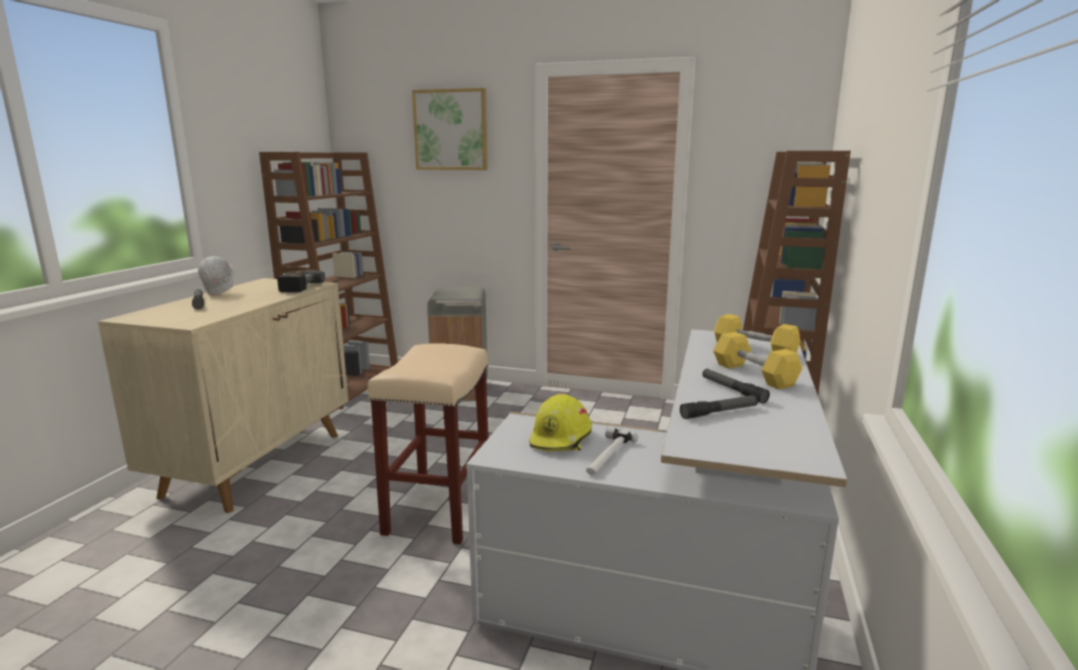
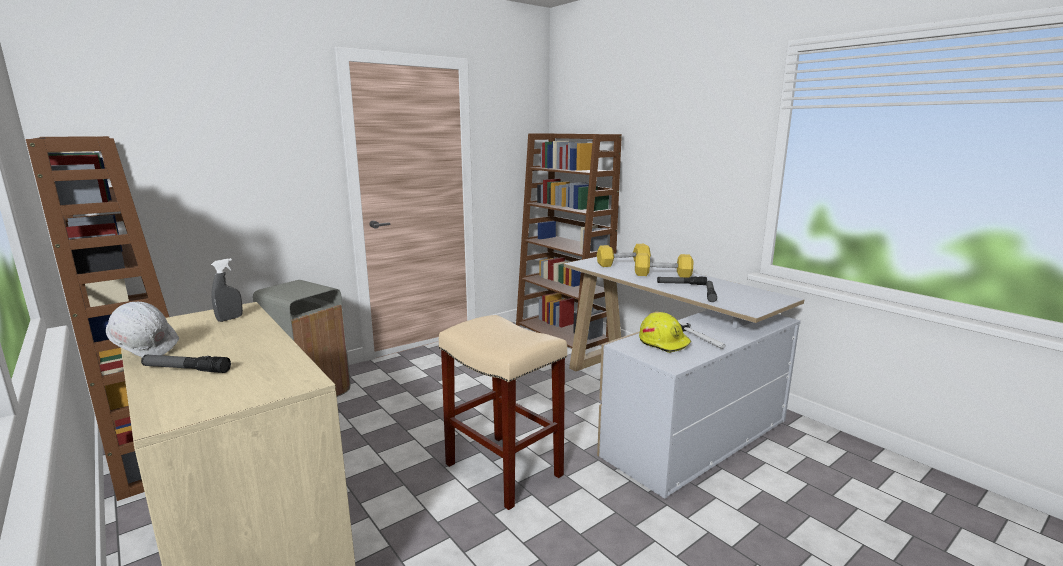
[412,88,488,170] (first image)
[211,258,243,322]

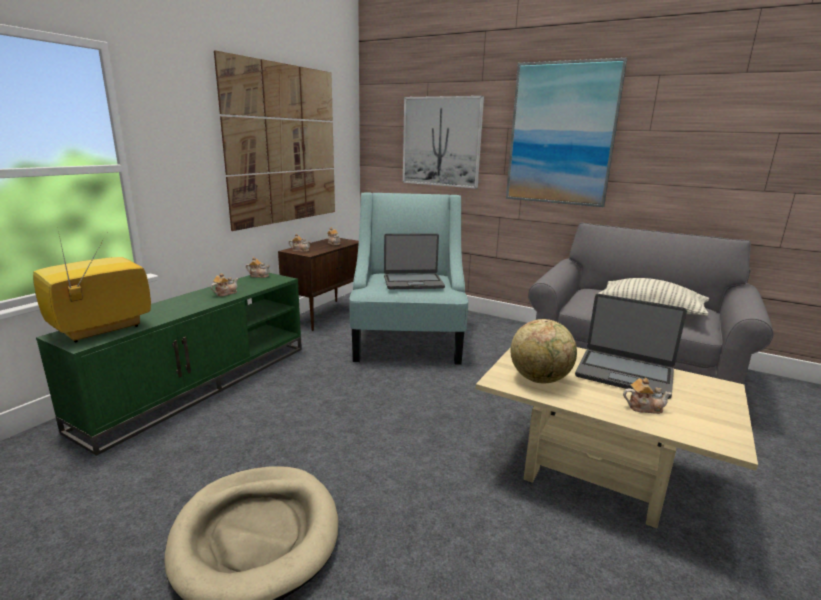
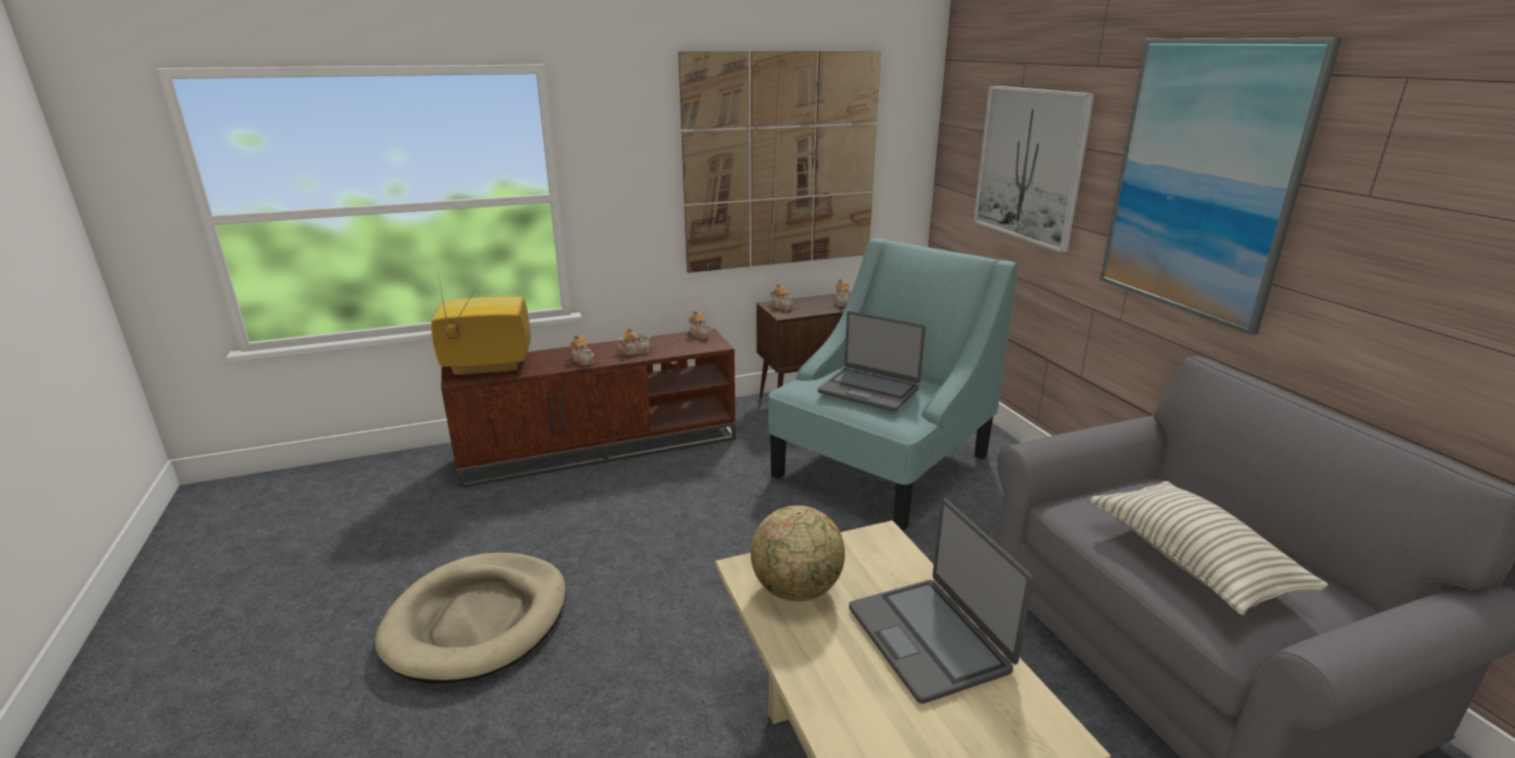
[571,334,594,365]
[441,328,736,488]

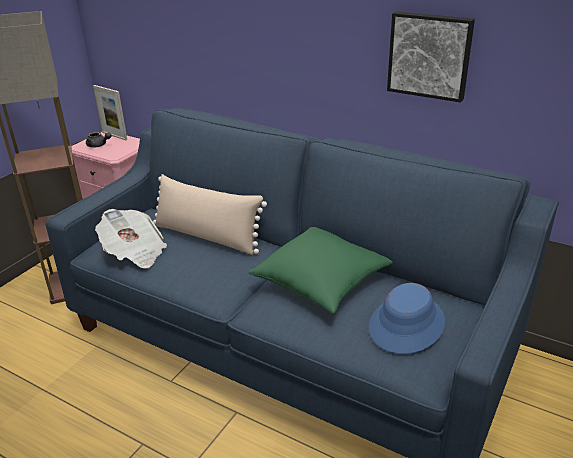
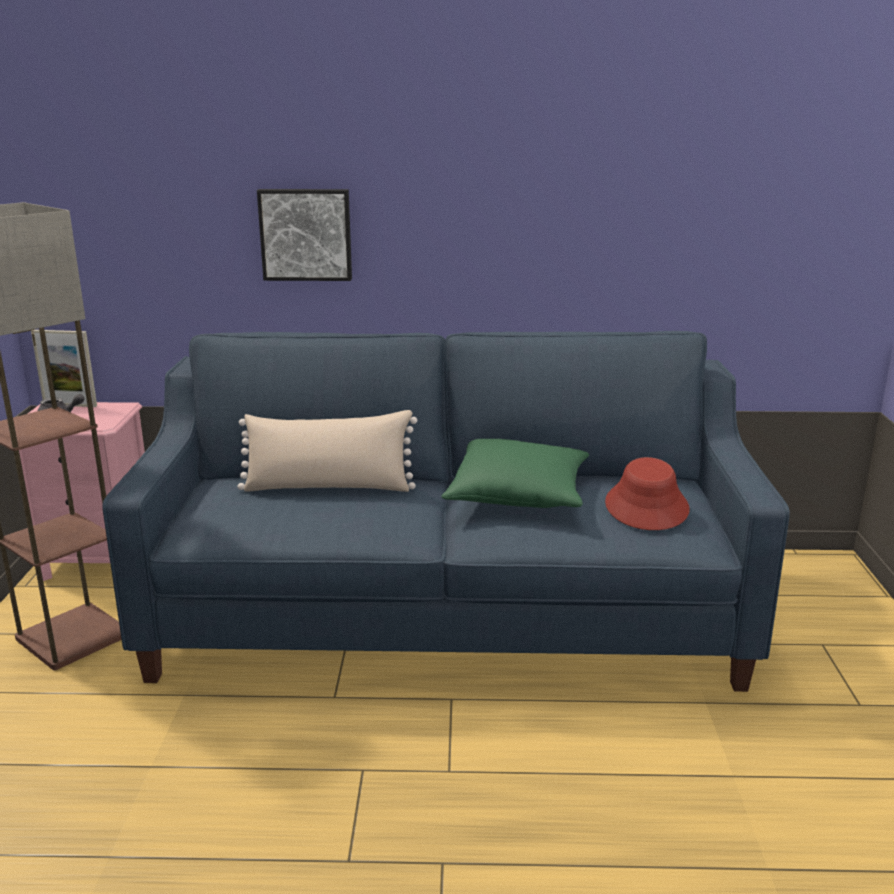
[95,209,167,269] (first image)
[257,189,352,281]
[605,457,689,530]

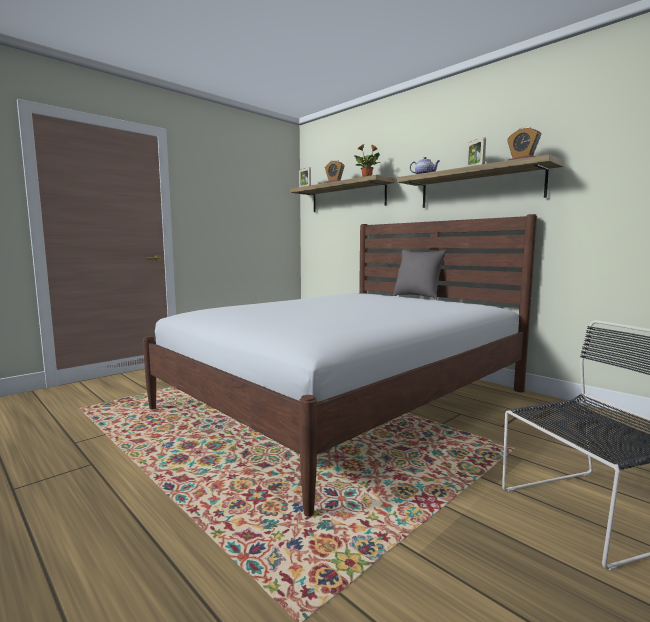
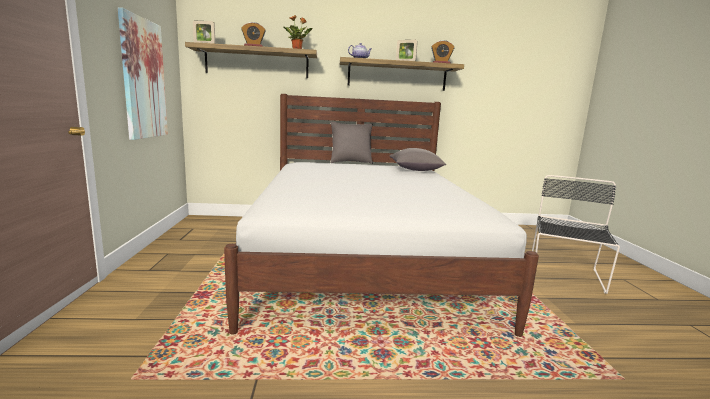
[118,7,168,140]
[390,148,446,171]

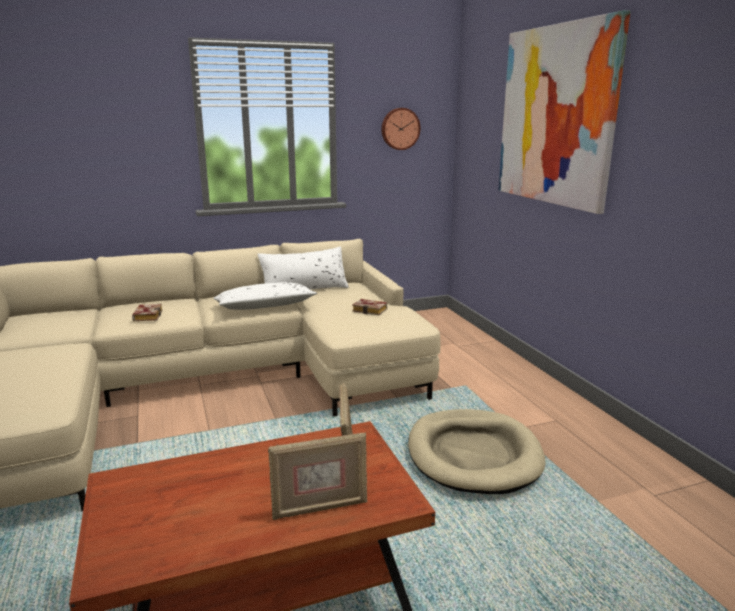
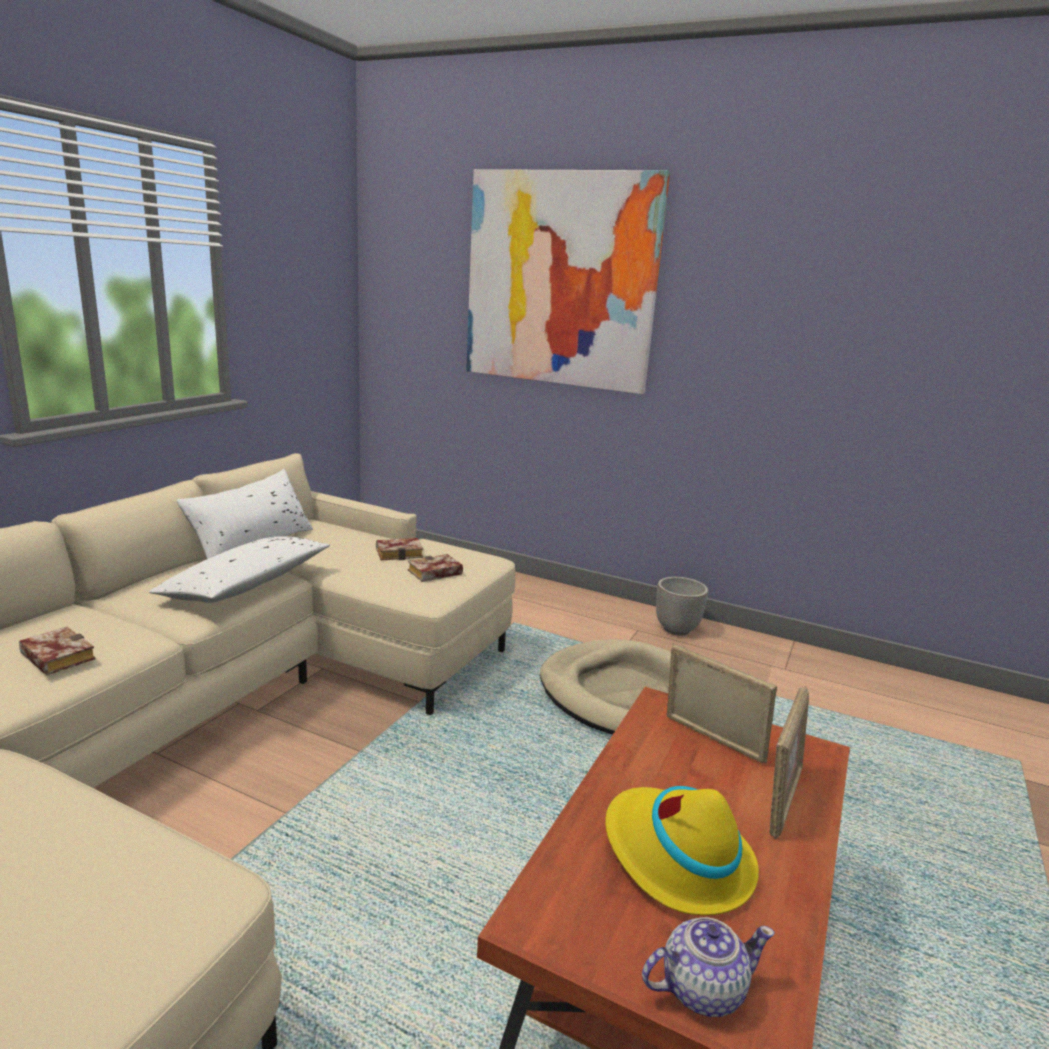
[382,108,421,150] (first image)
[408,554,463,582]
[605,786,759,915]
[642,917,775,1017]
[656,577,708,635]

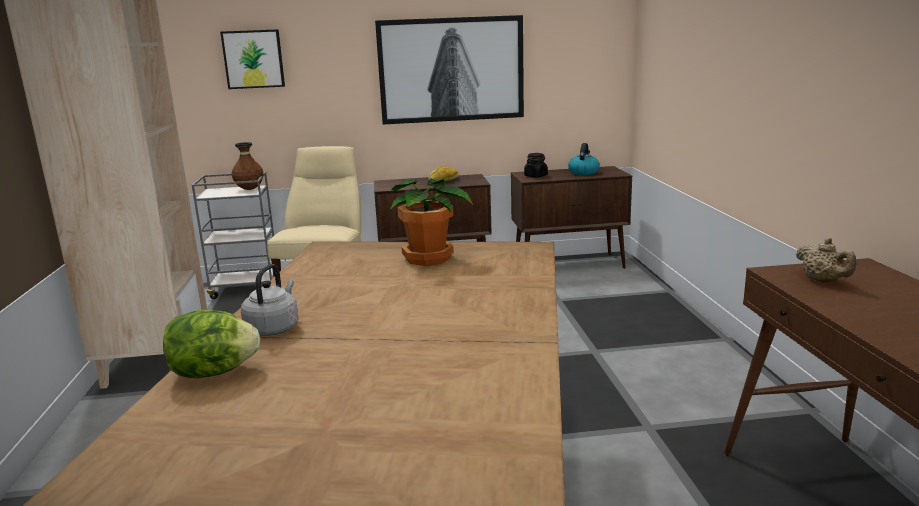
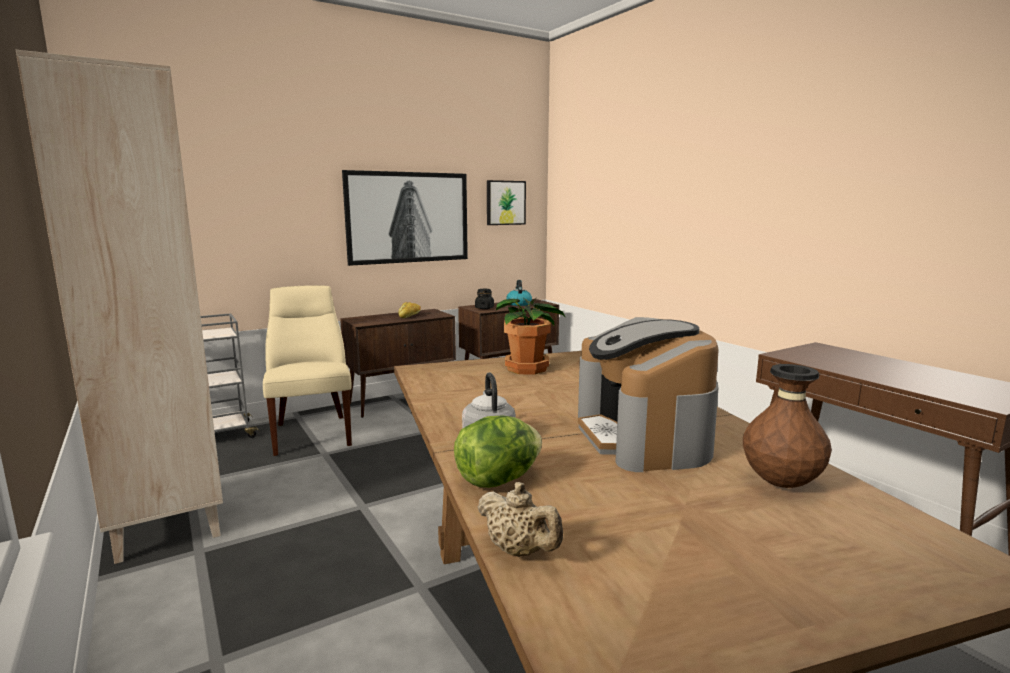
[578,317,719,472]
[487,180,526,225]
[743,364,832,488]
[477,482,563,557]

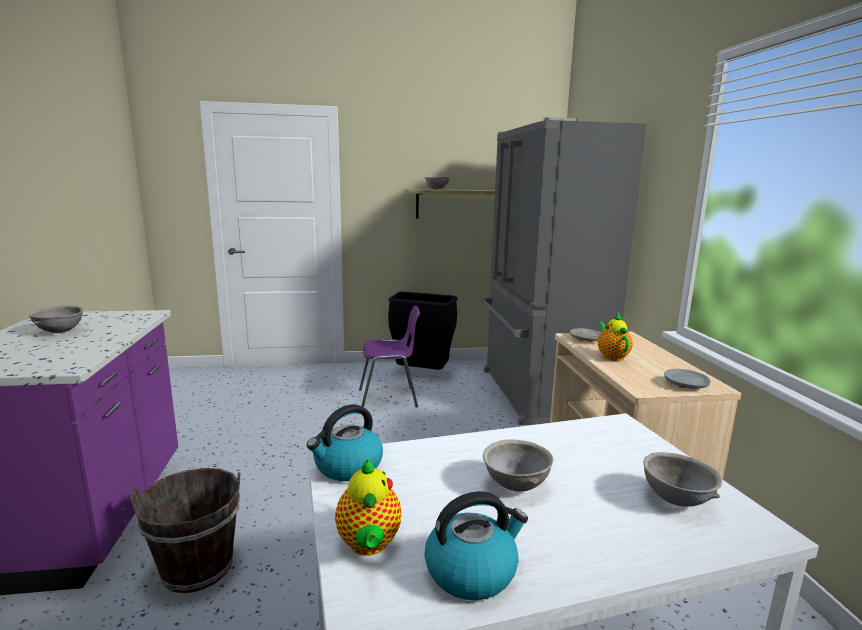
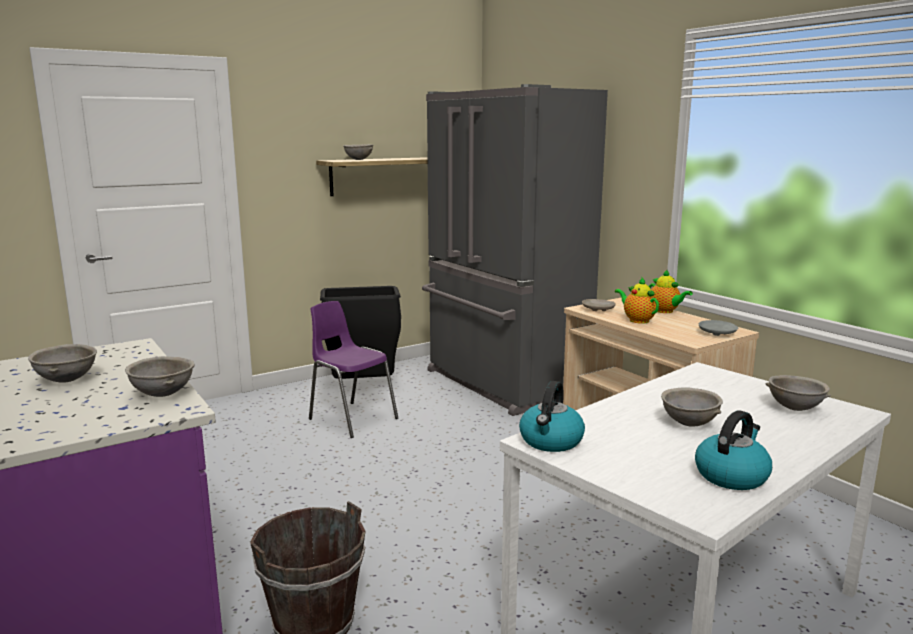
[125,356,195,397]
[649,269,693,313]
[309,301,398,438]

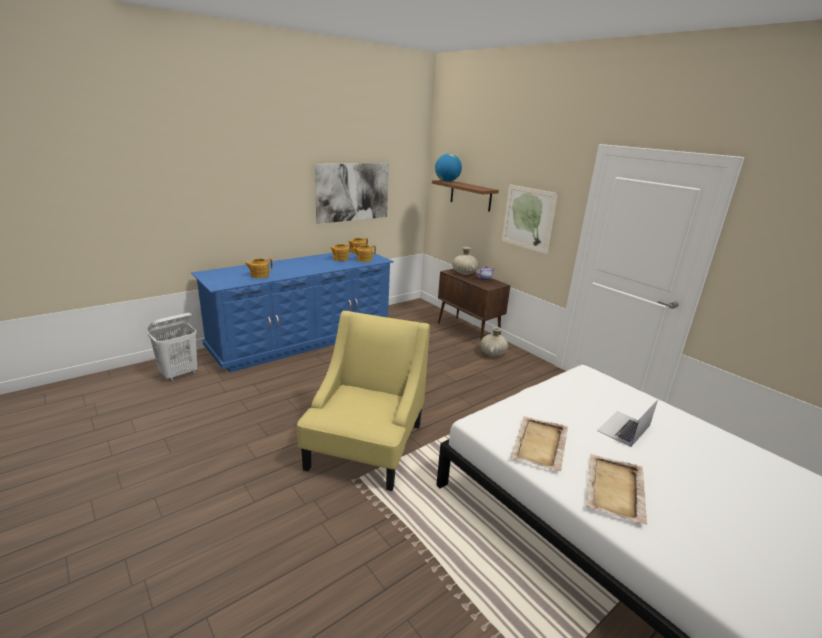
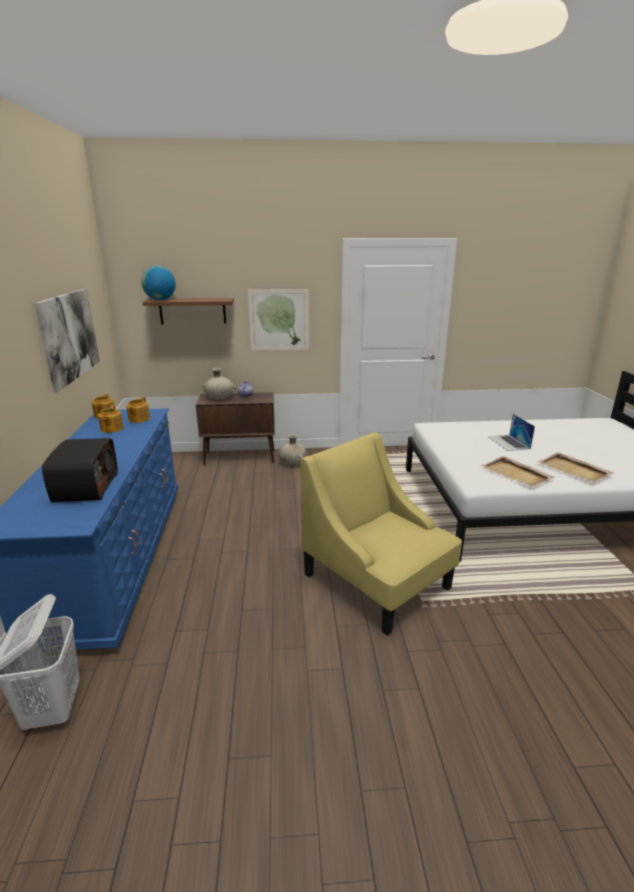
[42,438,118,502]

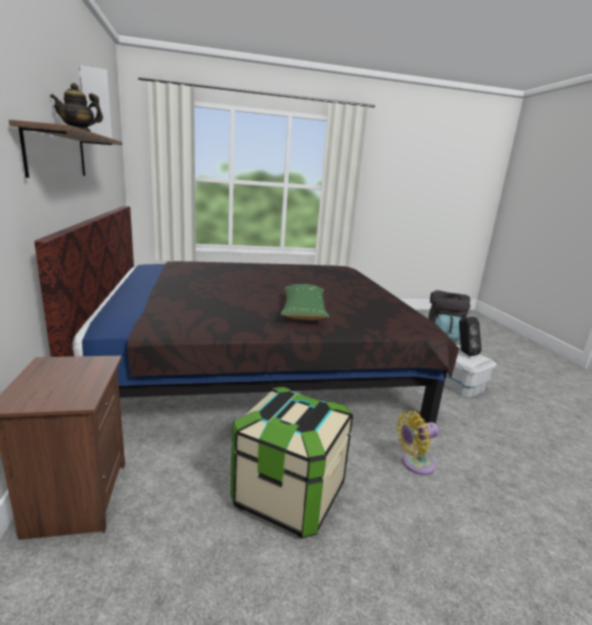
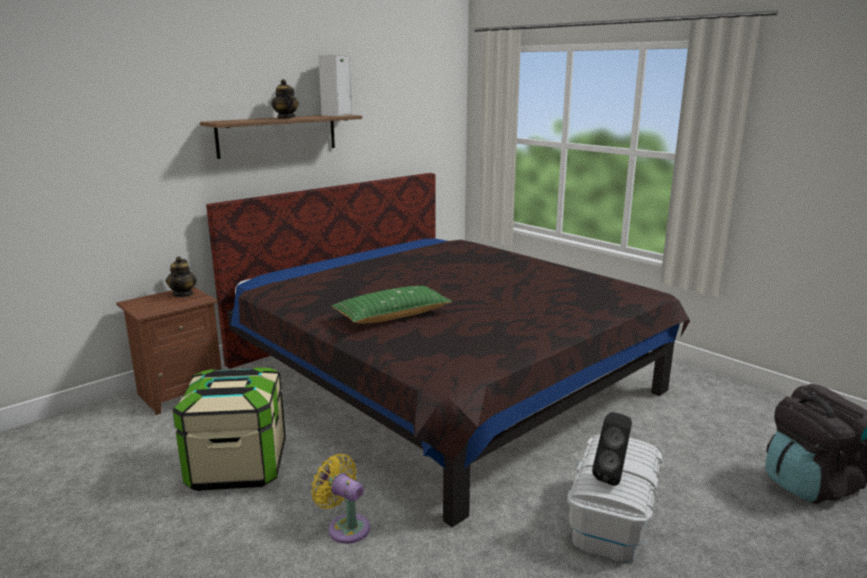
[166,256,197,297]

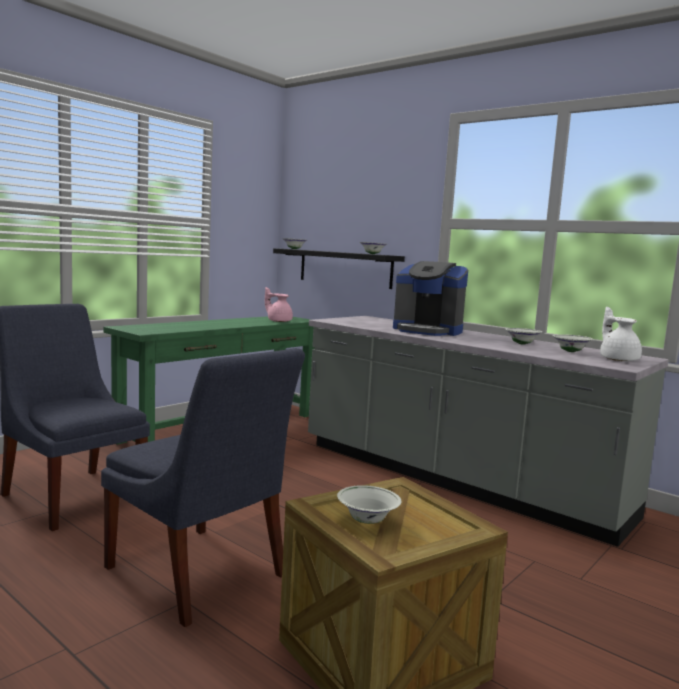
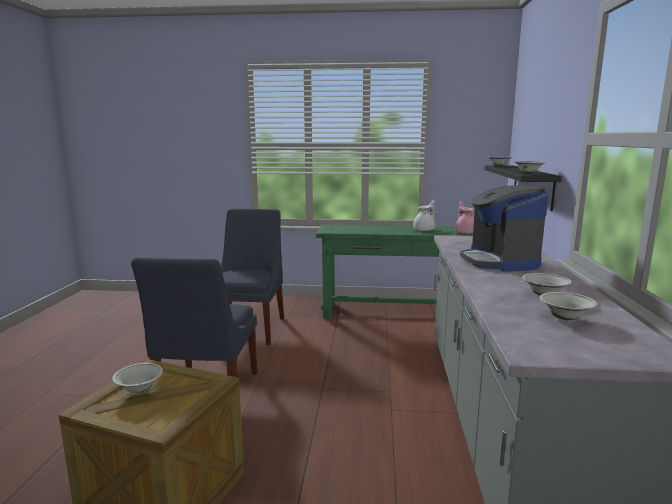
[413,200,435,231]

